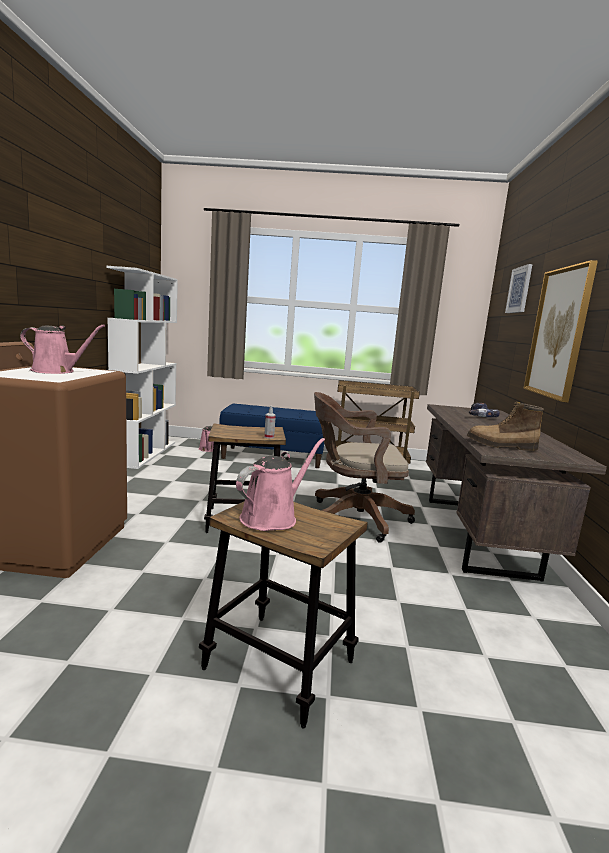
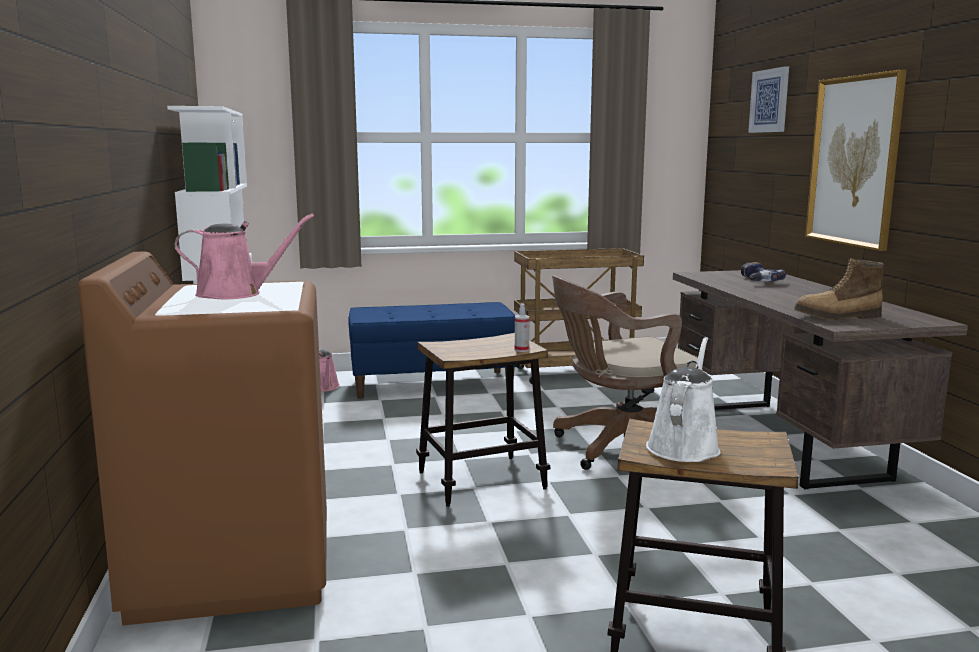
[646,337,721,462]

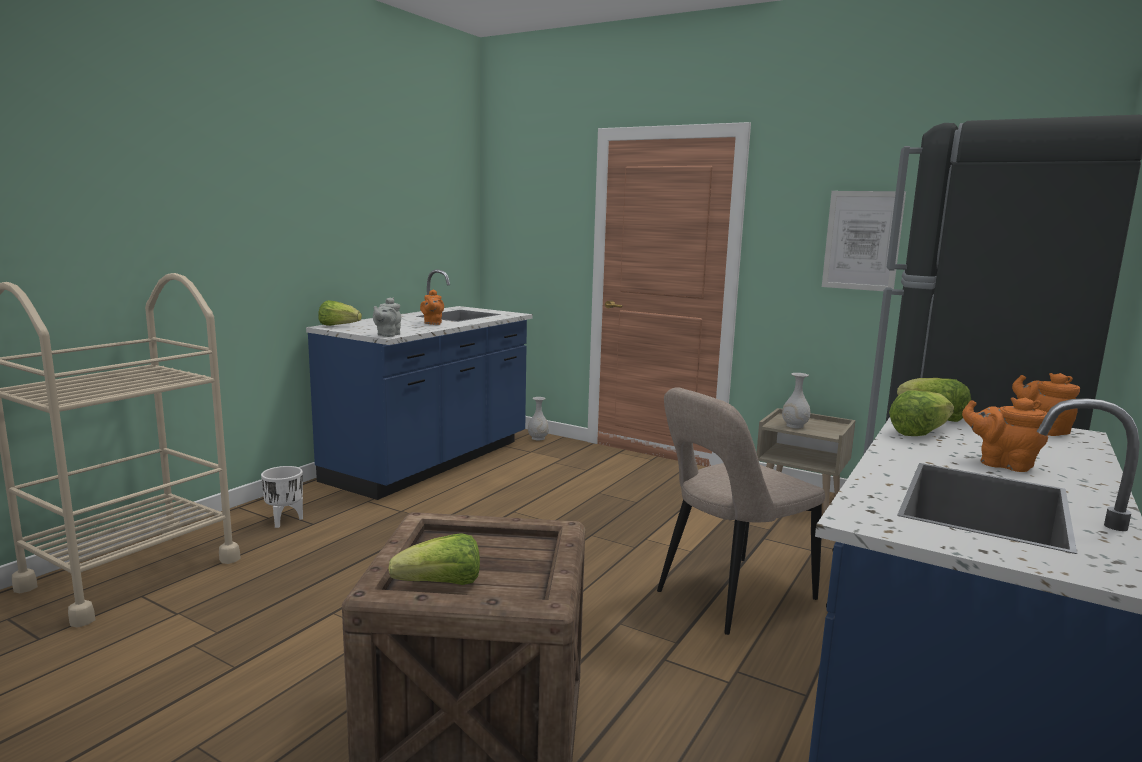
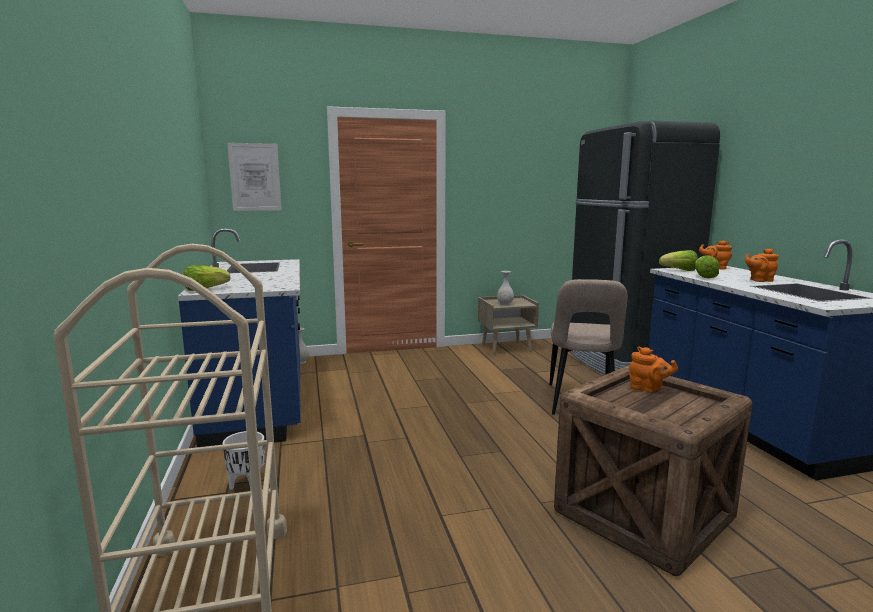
[373,297,401,337] (first image)
[388,533,480,585] (first image)
[629,347,678,393]
[227,143,282,211]

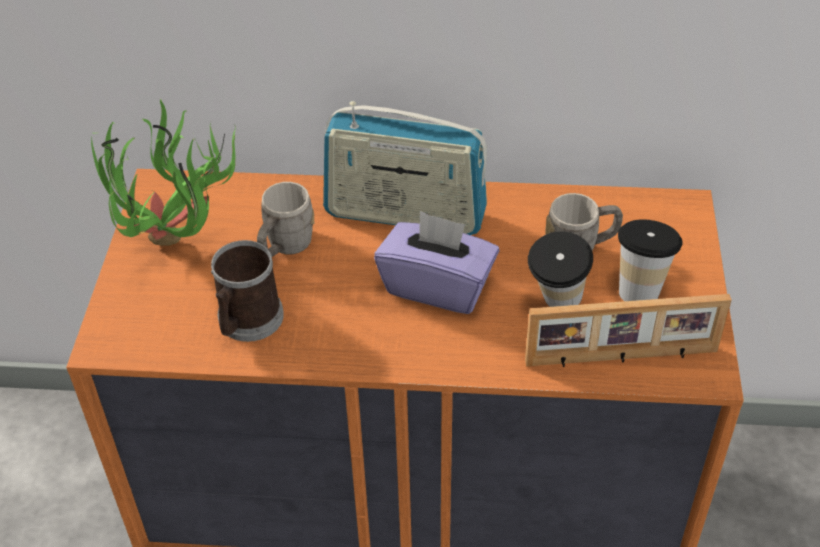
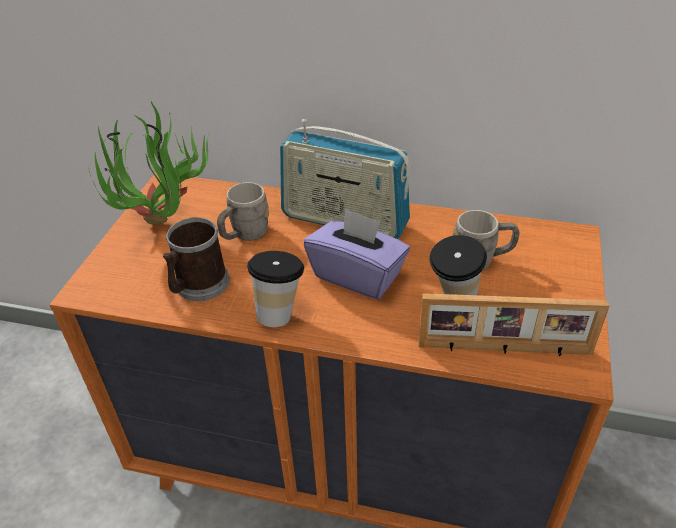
[247,251,304,327]

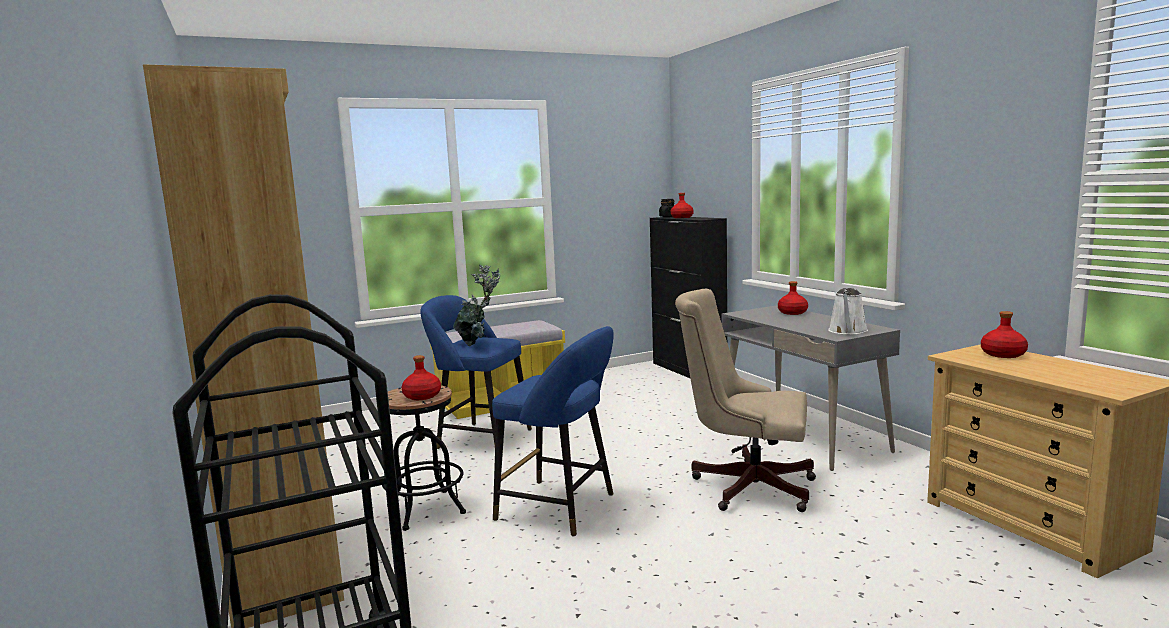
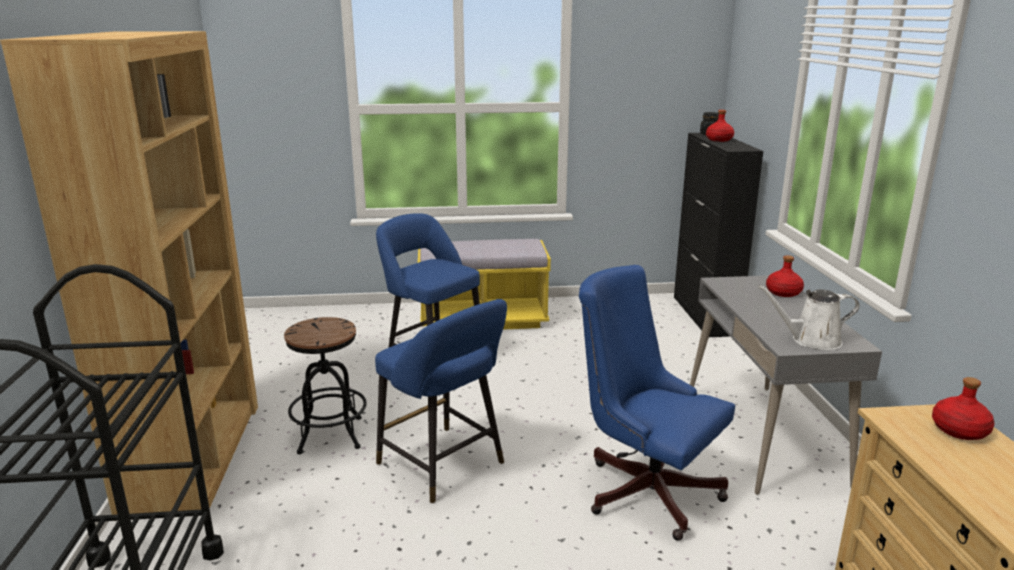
[402,355,441,400] (first image)
[453,265,501,346] (first image)
[579,265,735,541]
[758,285,859,350]

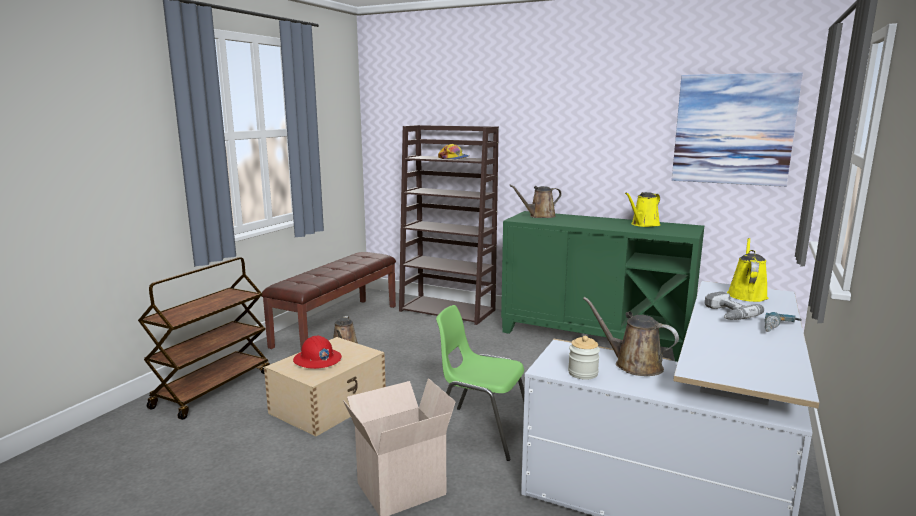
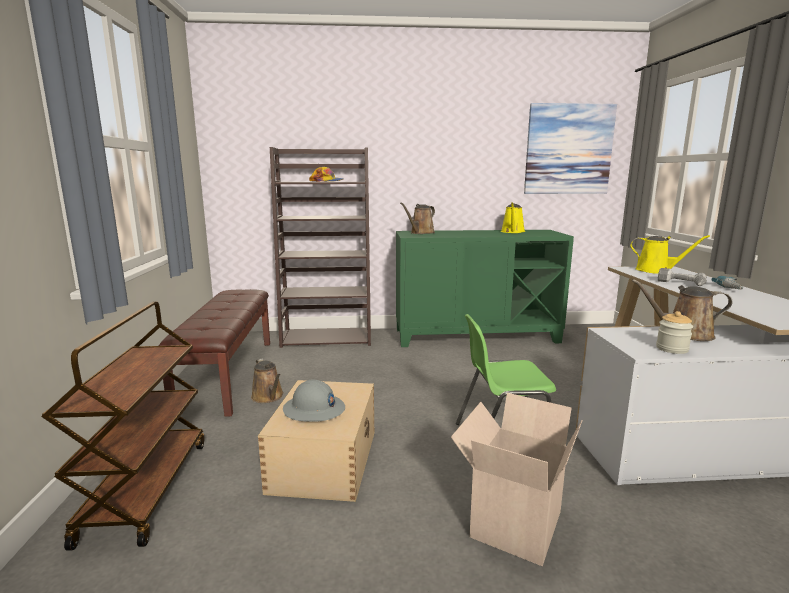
[283,379,345,422]
[630,235,710,274]

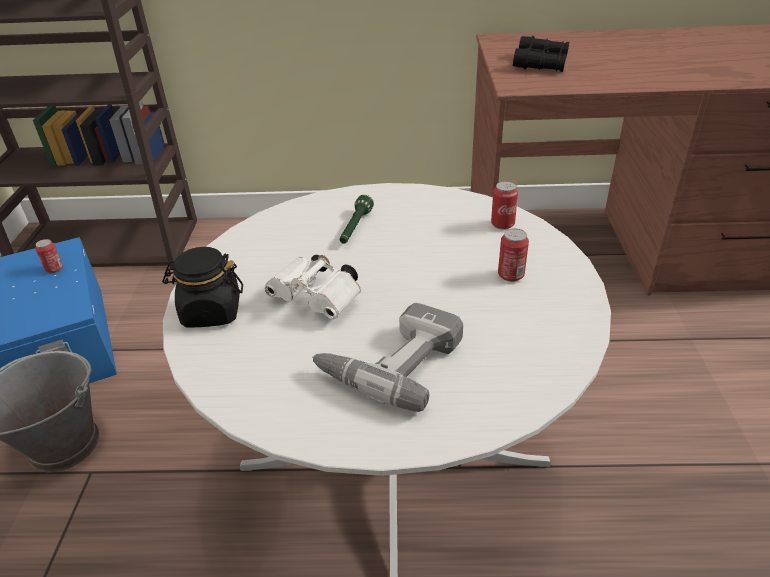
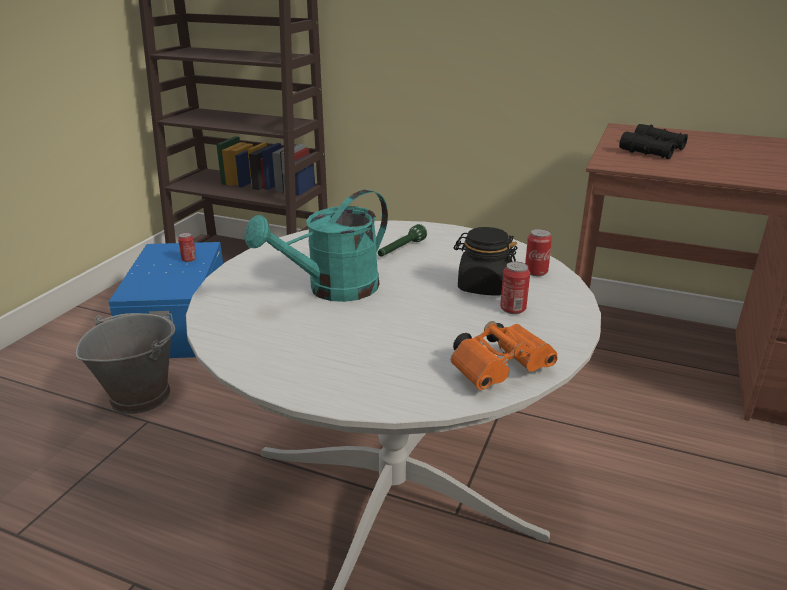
[312,303,463,412] (first image)
[450,321,558,390]
[454,227,517,296]
[244,189,388,302]

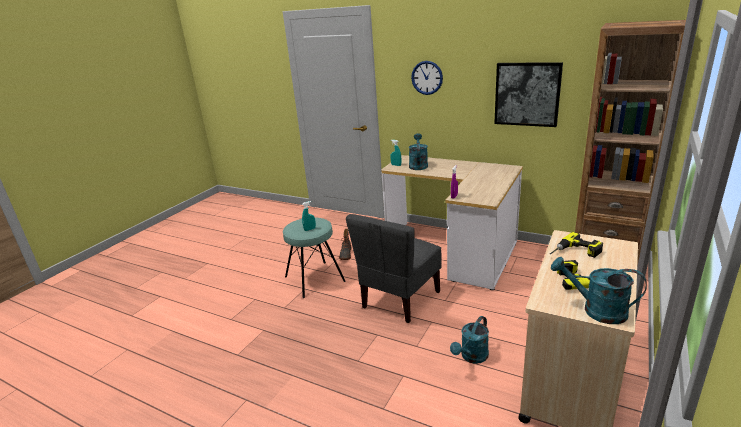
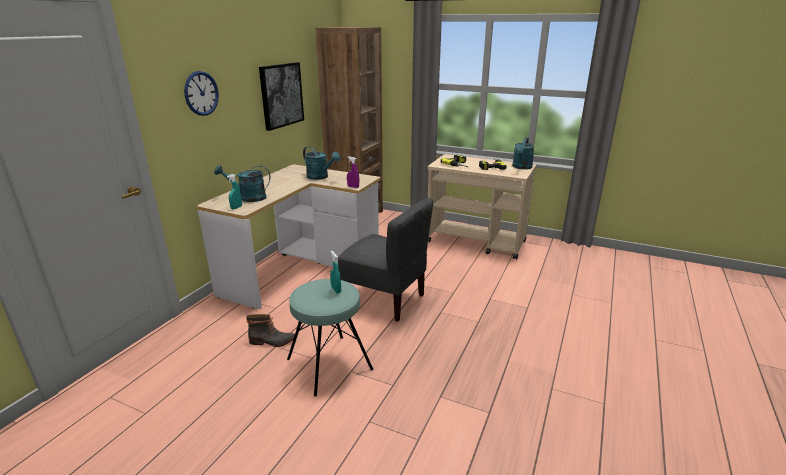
[303,146,340,180]

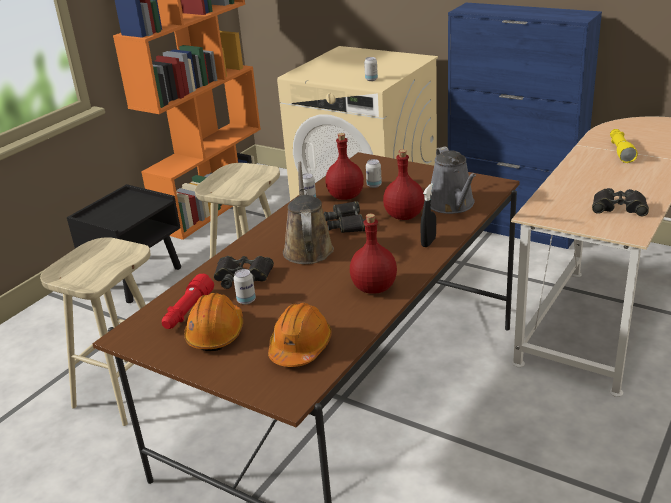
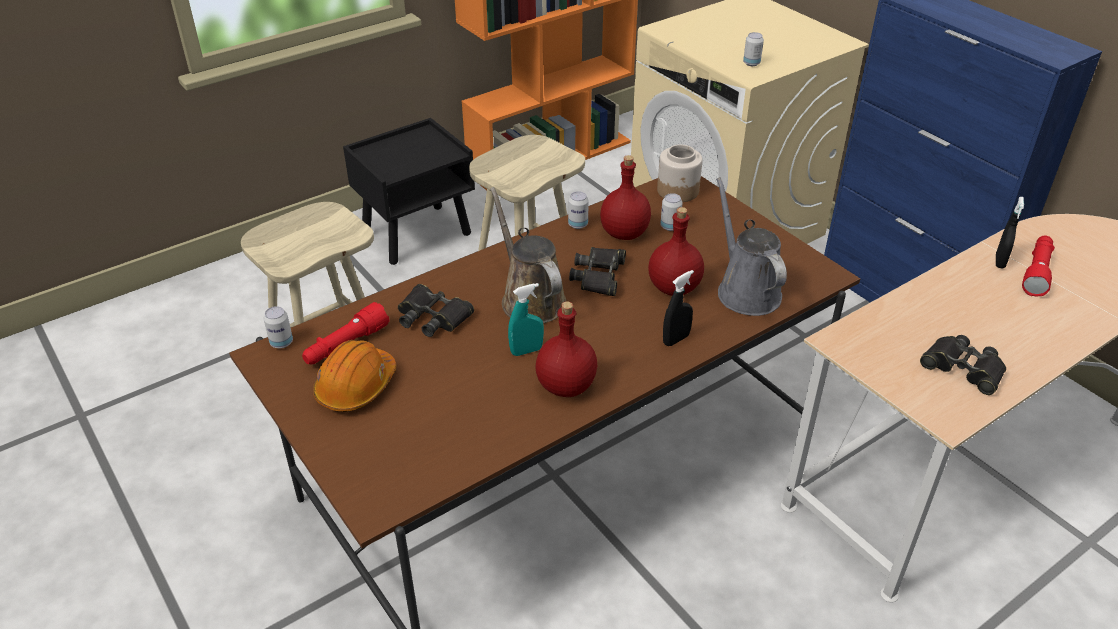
[268,303,332,367] (first image)
[508,283,544,356]
[657,144,703,202]
[996,197,1024,268]
[264,306,293,348]
[1022,236,1055,296]
[490,187,566,323]
[716,177,787,316]

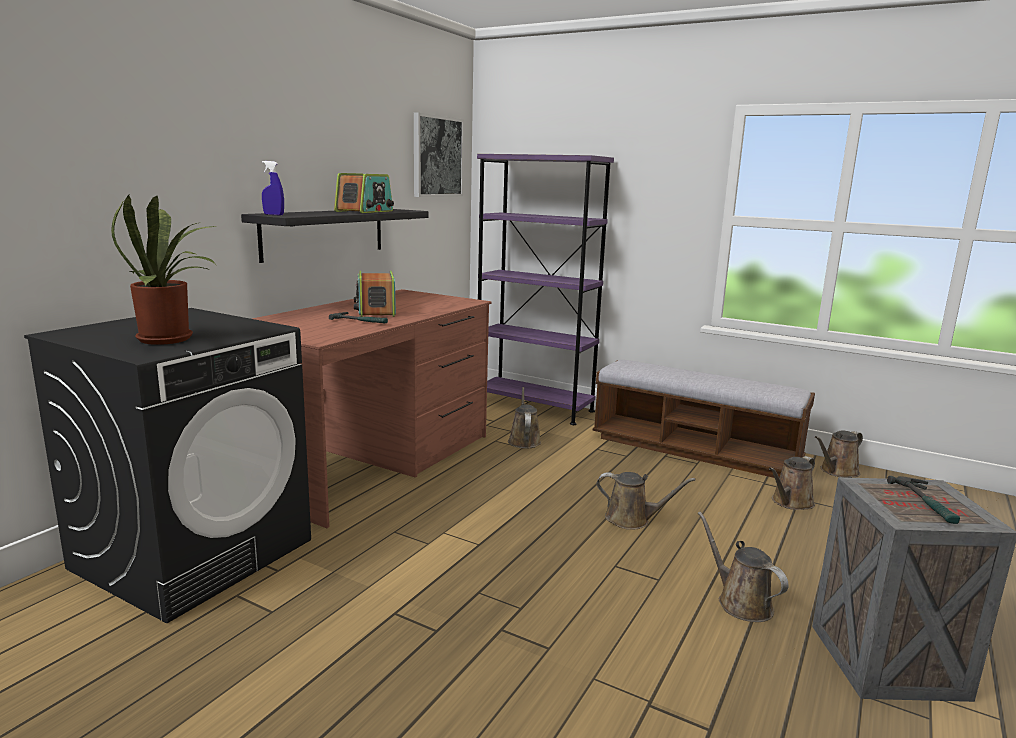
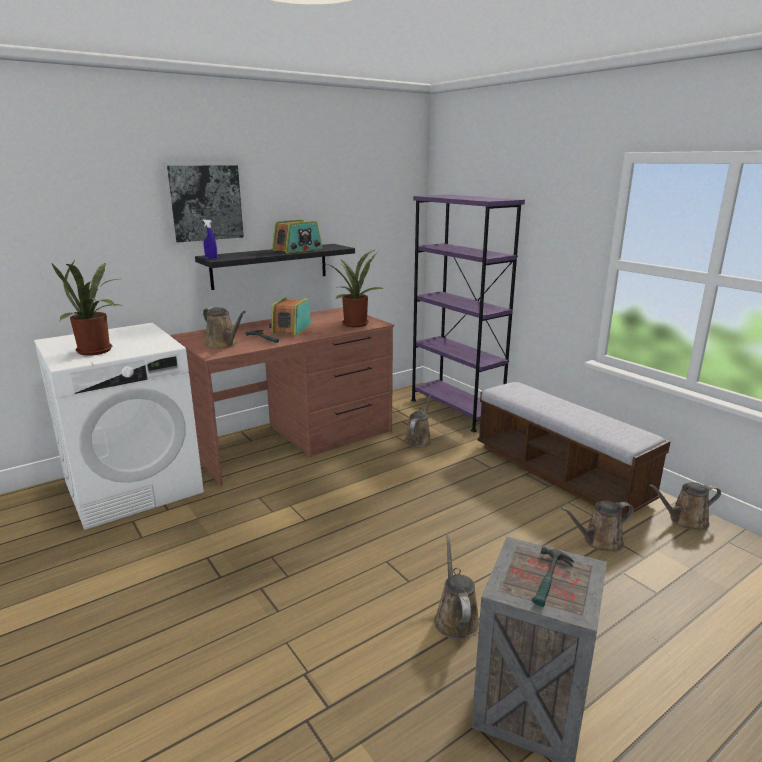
[326,250,384,327]
[162,162,247,246]
[203,307,246,349]
[34,323,204,530]

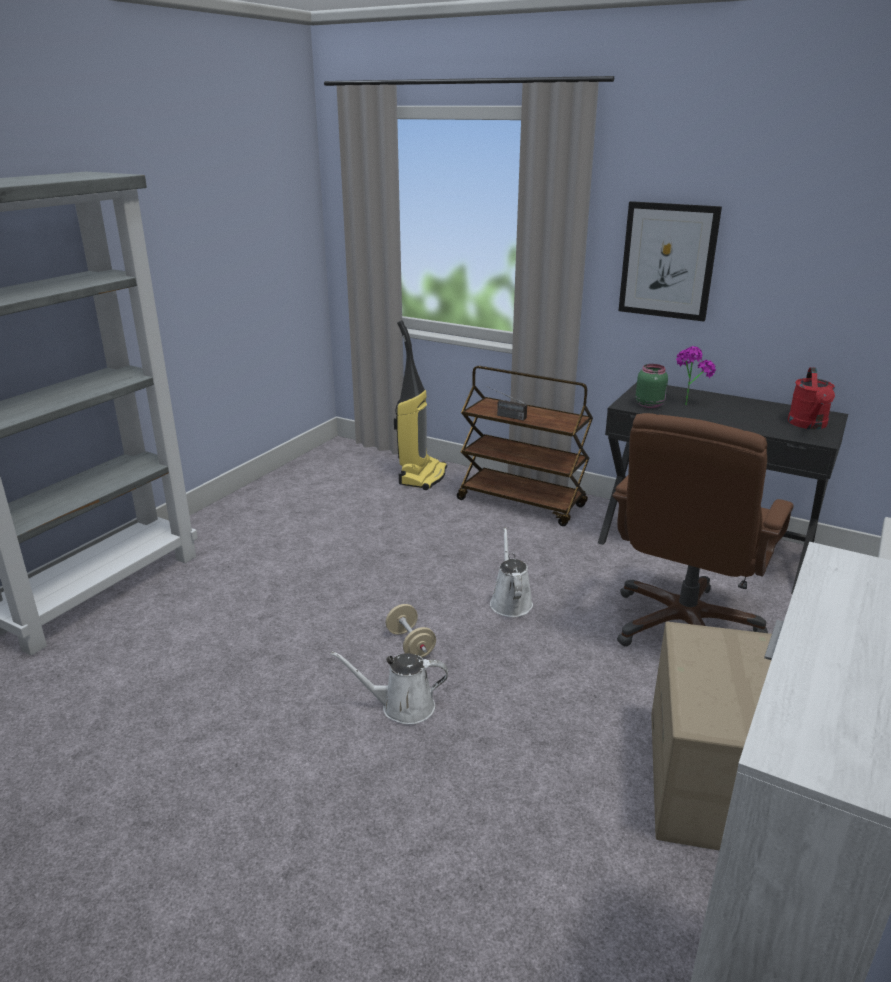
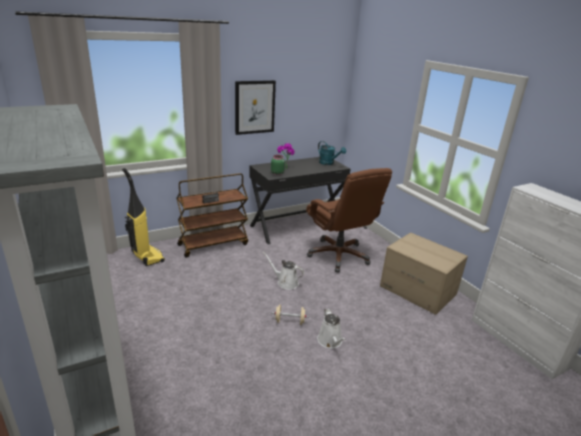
[318,141,346,165]
[317,309,346,348]

